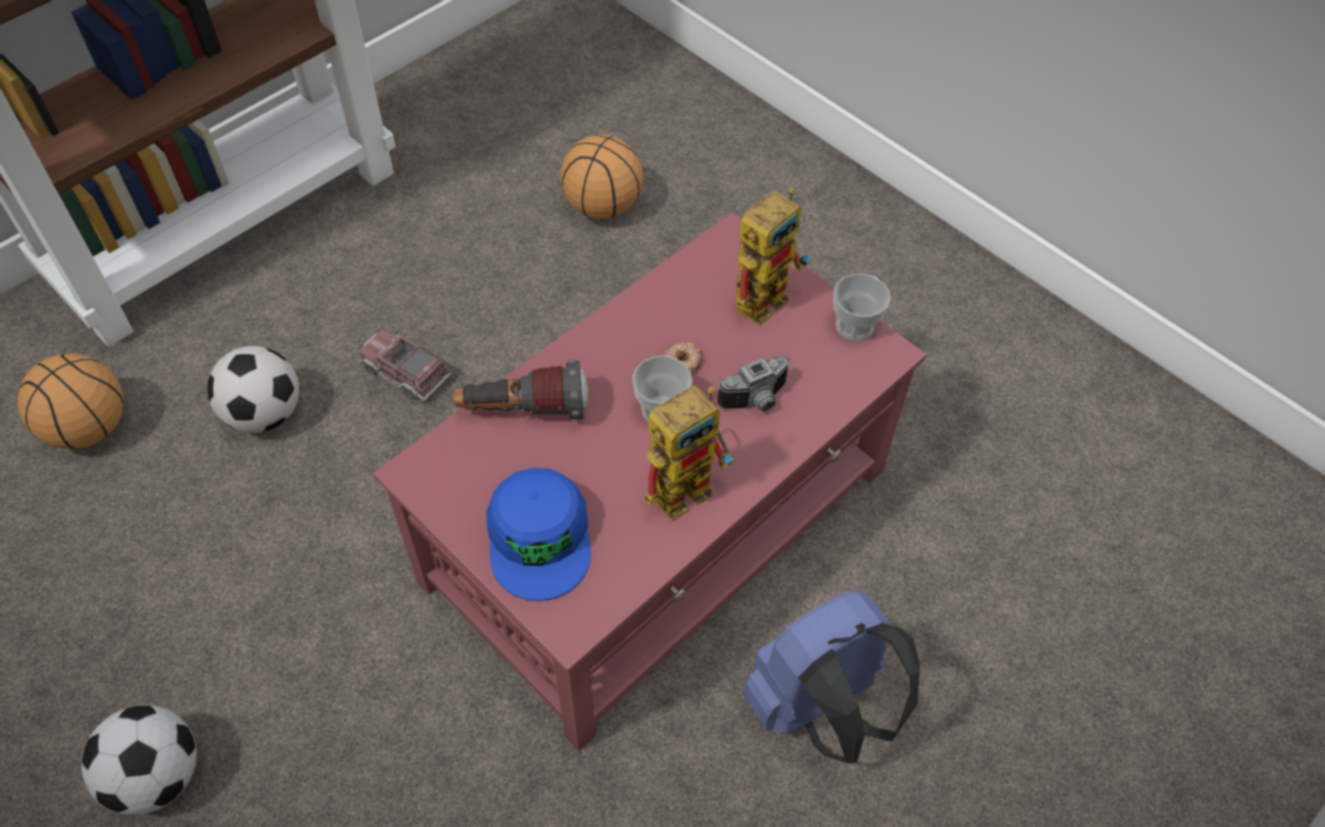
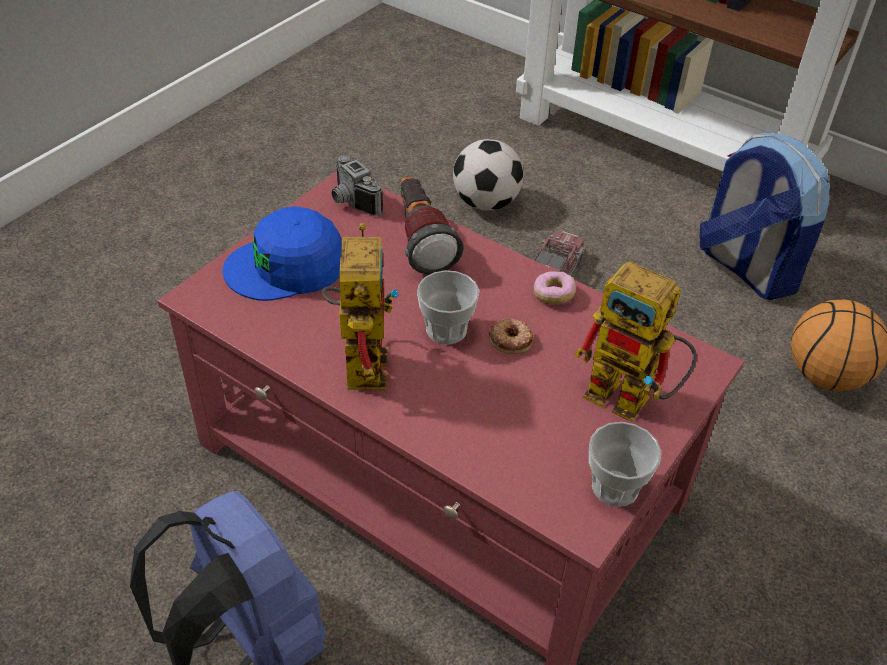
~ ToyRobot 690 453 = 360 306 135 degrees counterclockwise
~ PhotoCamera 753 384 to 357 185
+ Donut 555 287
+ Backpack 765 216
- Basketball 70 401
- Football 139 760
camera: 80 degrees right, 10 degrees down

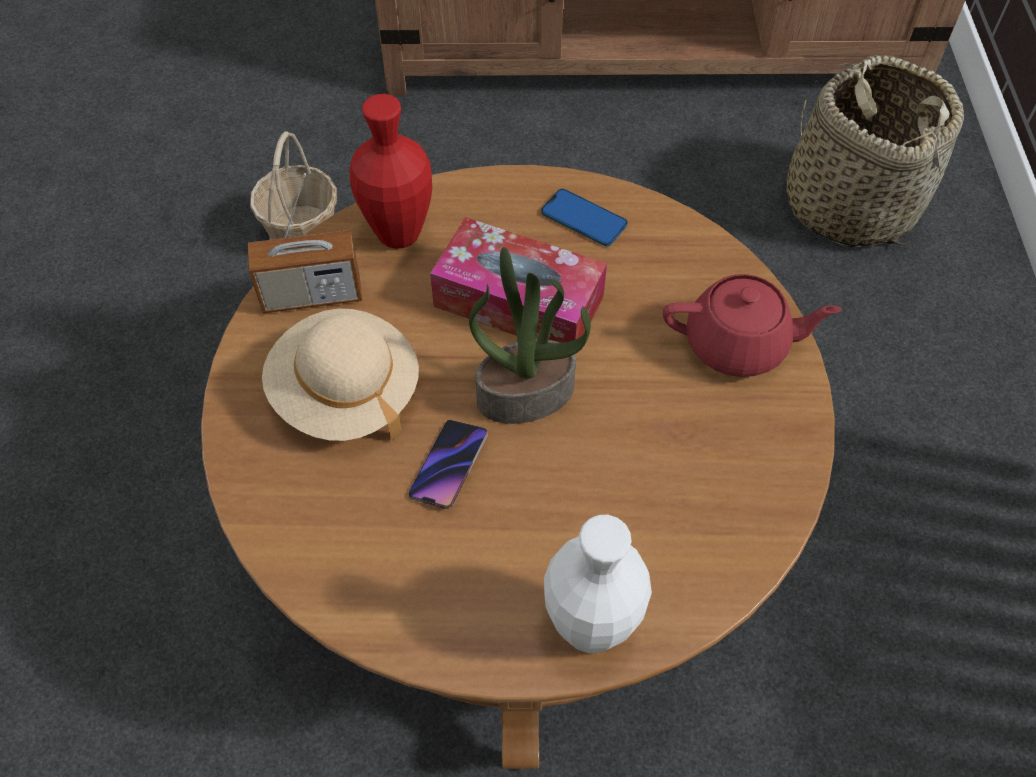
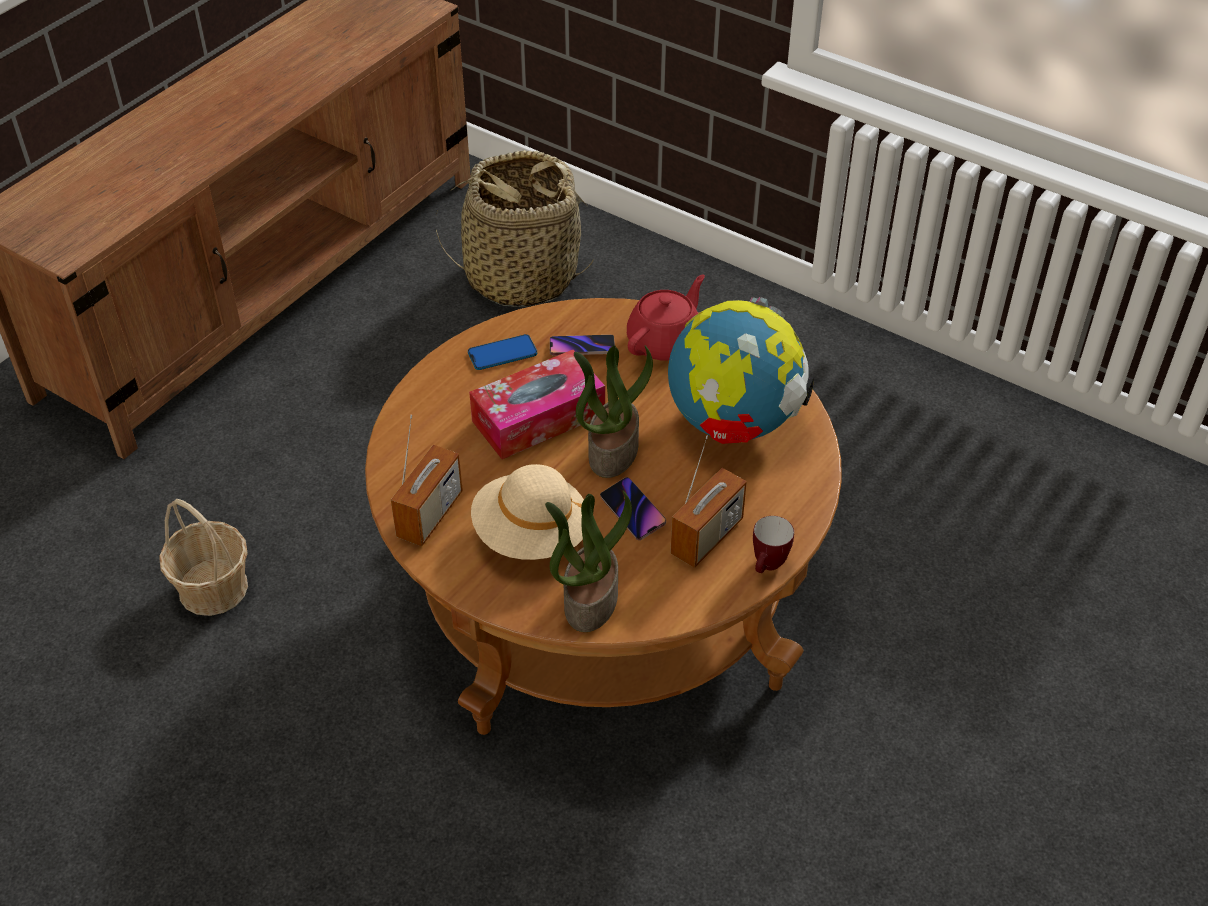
+ PottedPlant 588 561
+ Phone 582 345
+ Globe 741 370
+ Radio 708 501
+ Mug 773 544
- RedVase 391 171
- WhiteVase 598 584
camera: 55 degrees left, 10 degrees down

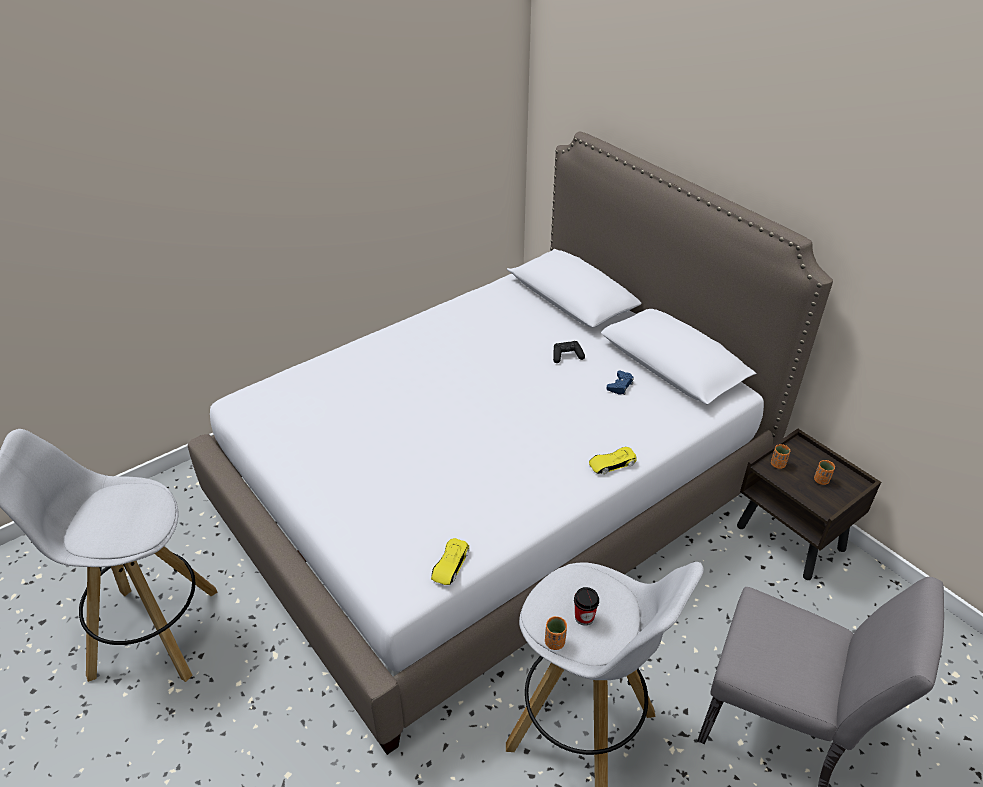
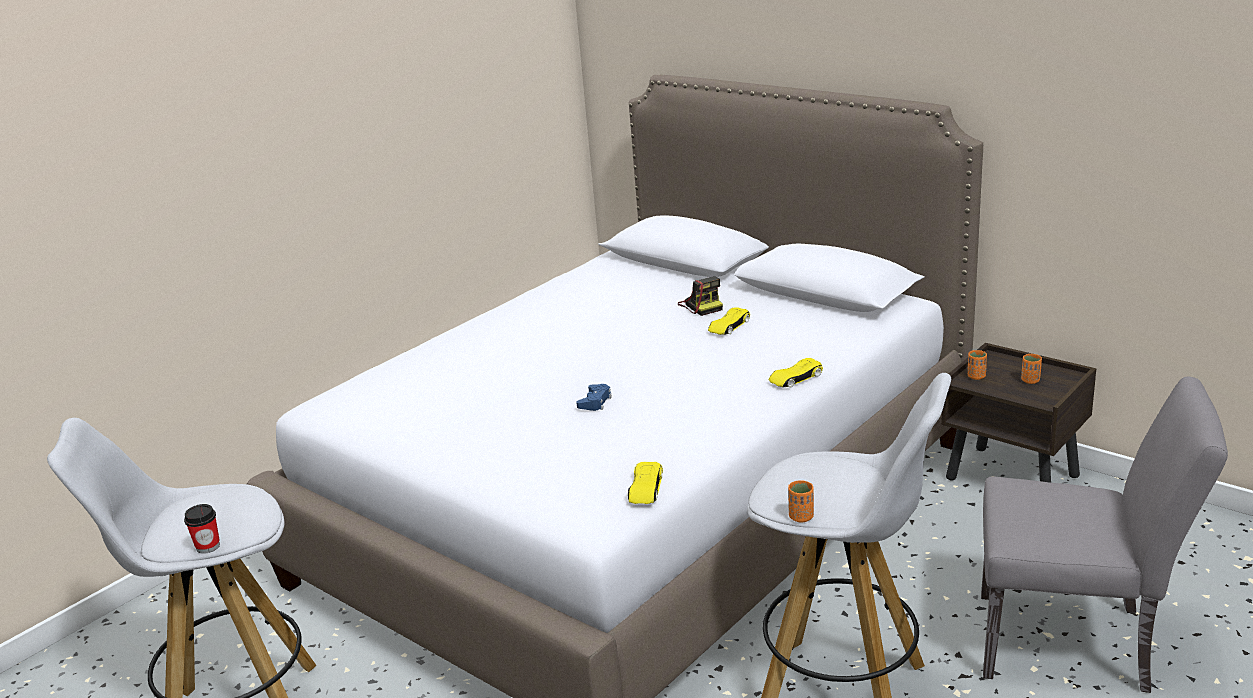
~ Cup 586 606 to 202 529
~ BlueGameController 620 383 to 594 397
~ BlackGameController 569 352 to PhotoCamera 700 296
+ YellowToyCar 729 321
camera: 10 degrees left, 15 degrees down

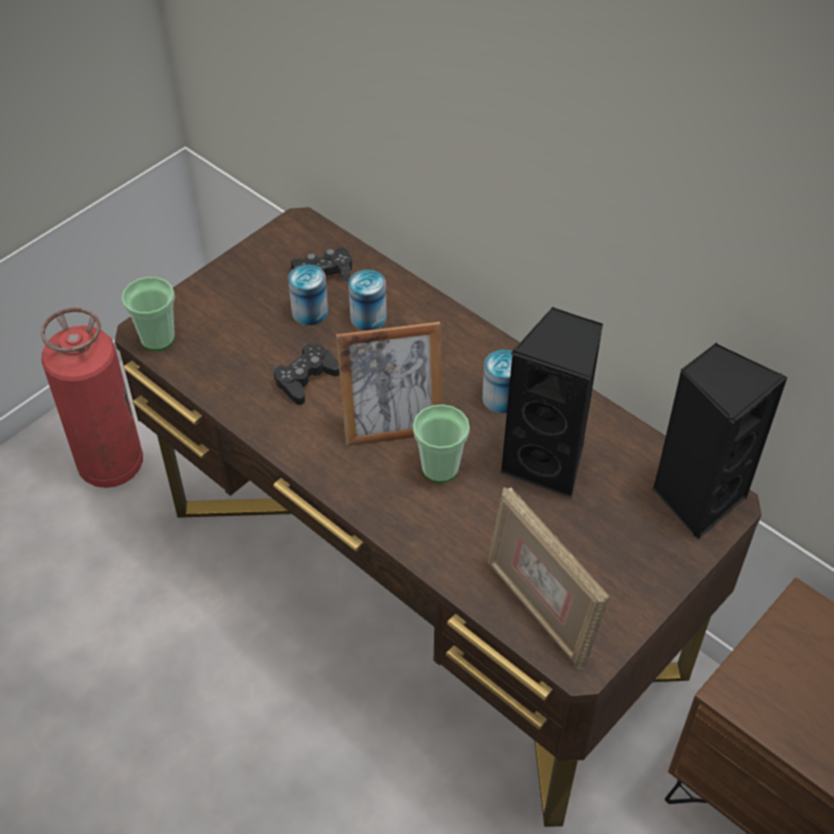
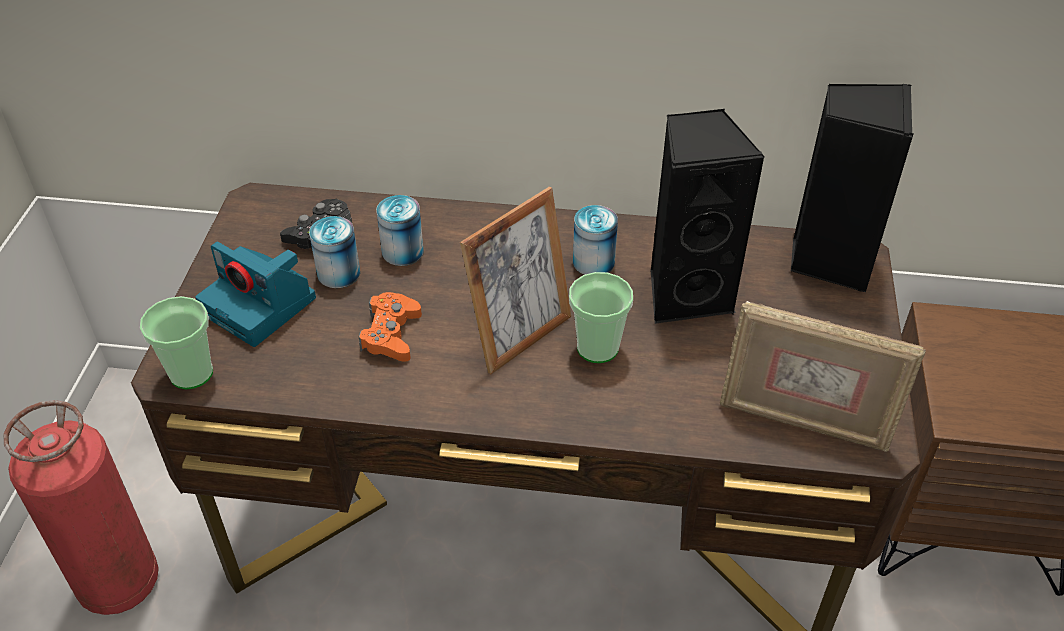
+ PhotoCamera 255 294
~ BlackGameController 306 374 to OrangeGameController 390 327
camera: 35 degrees left, 5 degrees down

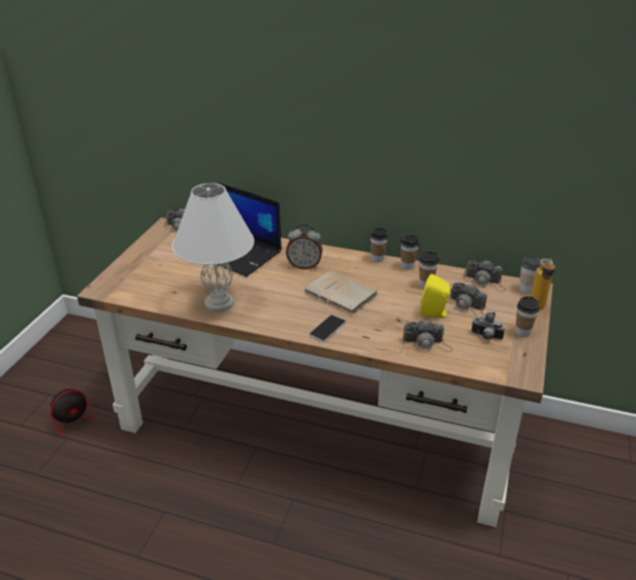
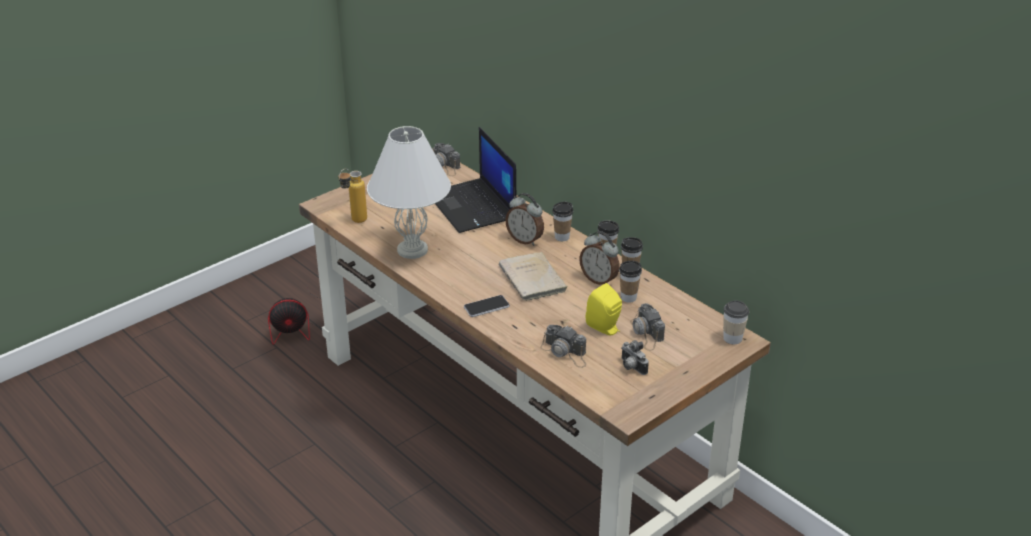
~ Bottle 543 284 to 352 195
~ Cup 527 316 to 562 221
+ AlarmClock 599 258
- PhotoCamera 484 276
camera: 30 degrees right, 0 degrees up

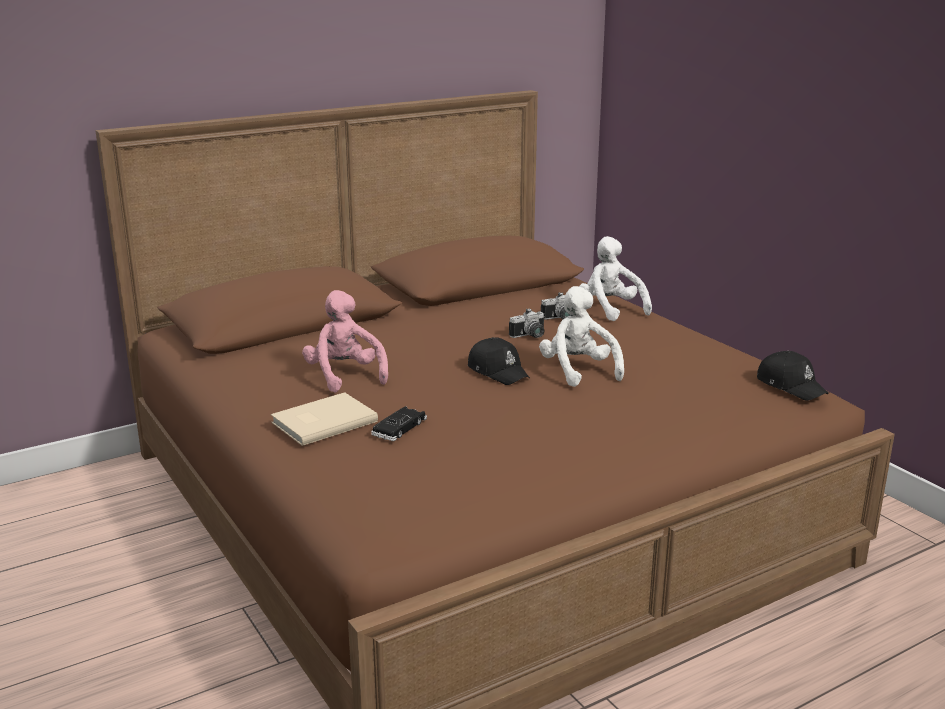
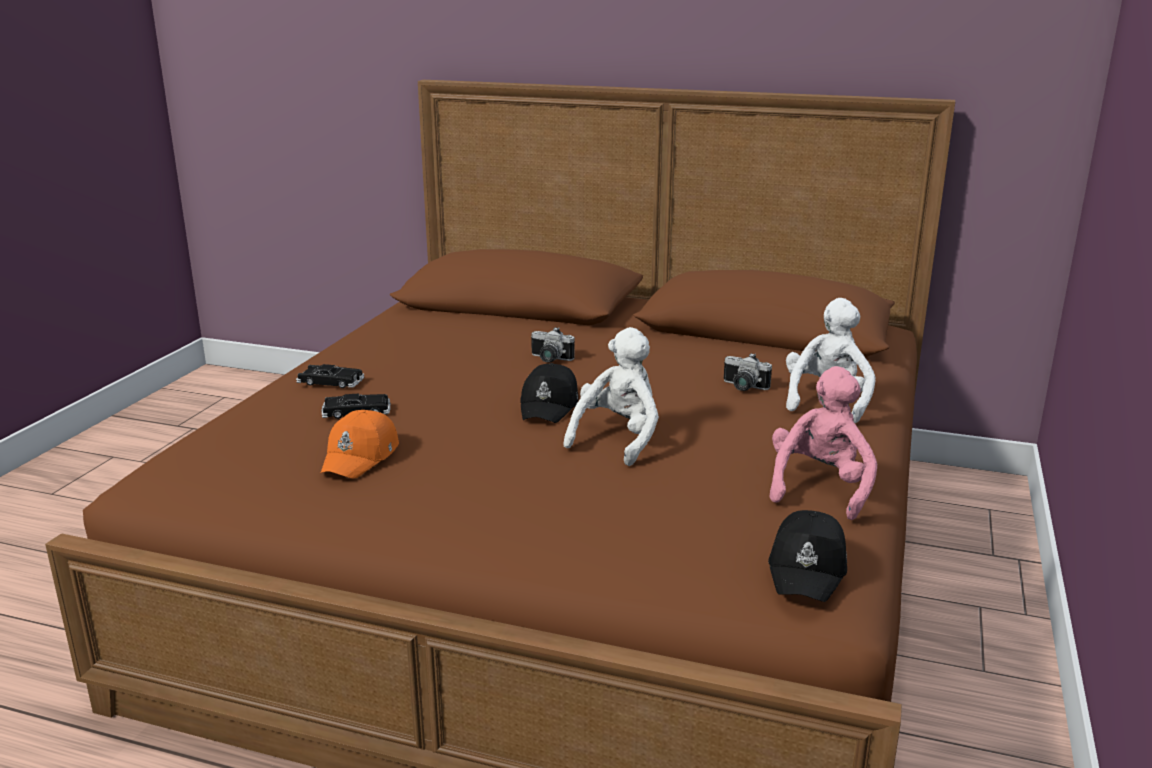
~ BeigeBook 324 419 to BlackToyCar 330 376
+ OrangeCap 360 444
~ PhotoCamera 527 323 to 553 345
~ PinkPlushToy 345 341 to 823 443
camera: 50 degrees right, 0 degrees up

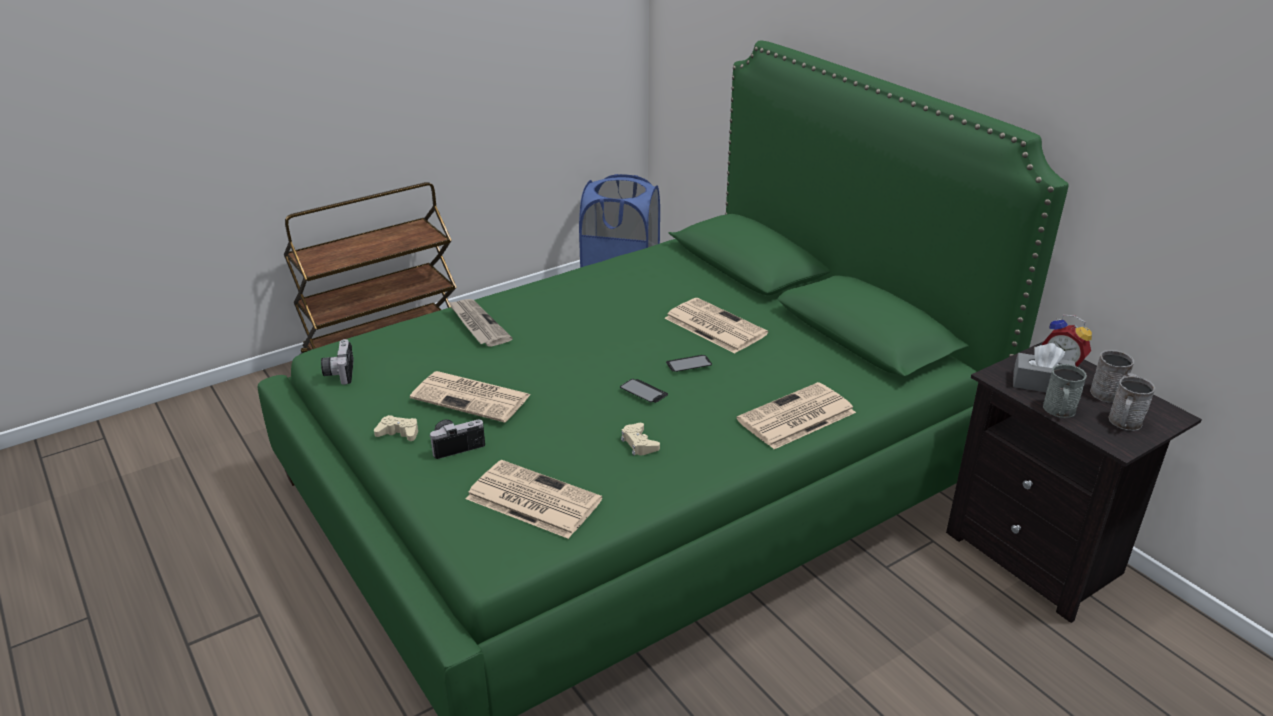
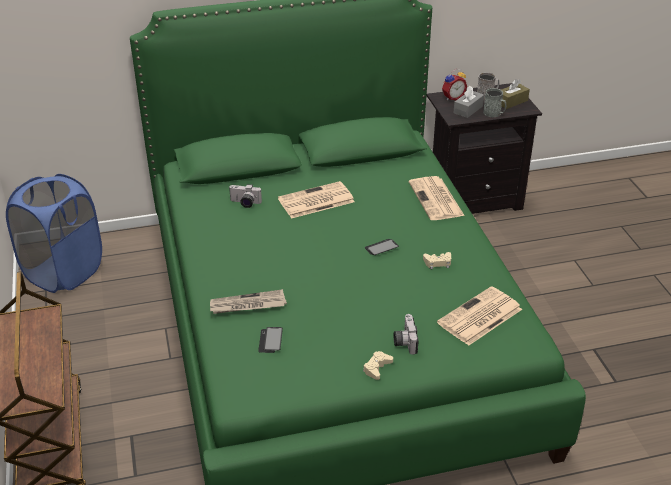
~ PhotoCamera 337 362 to 245 196
~ Phone 689 363 to 270 340
~ GreyMug 1131 403 to BrownTissueBox 515 94
- Newspaper 470 397
camera: 70 degrees left, 5 degrees up

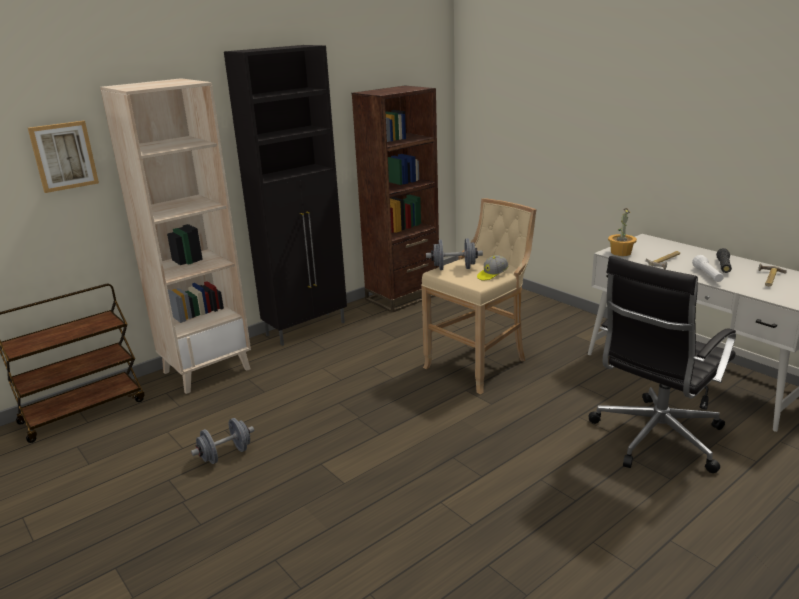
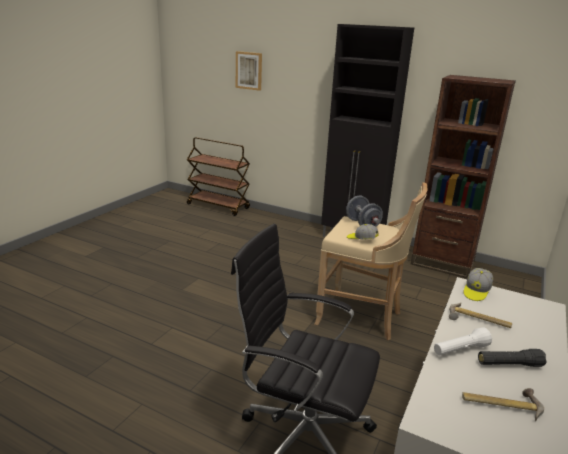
~ PottedPlant 622 232 to Cap 478 284
- BeigeBookcase 175 236
- GreyDumbbell 222 441
camera: 65 degrees right, 0 degrees up

